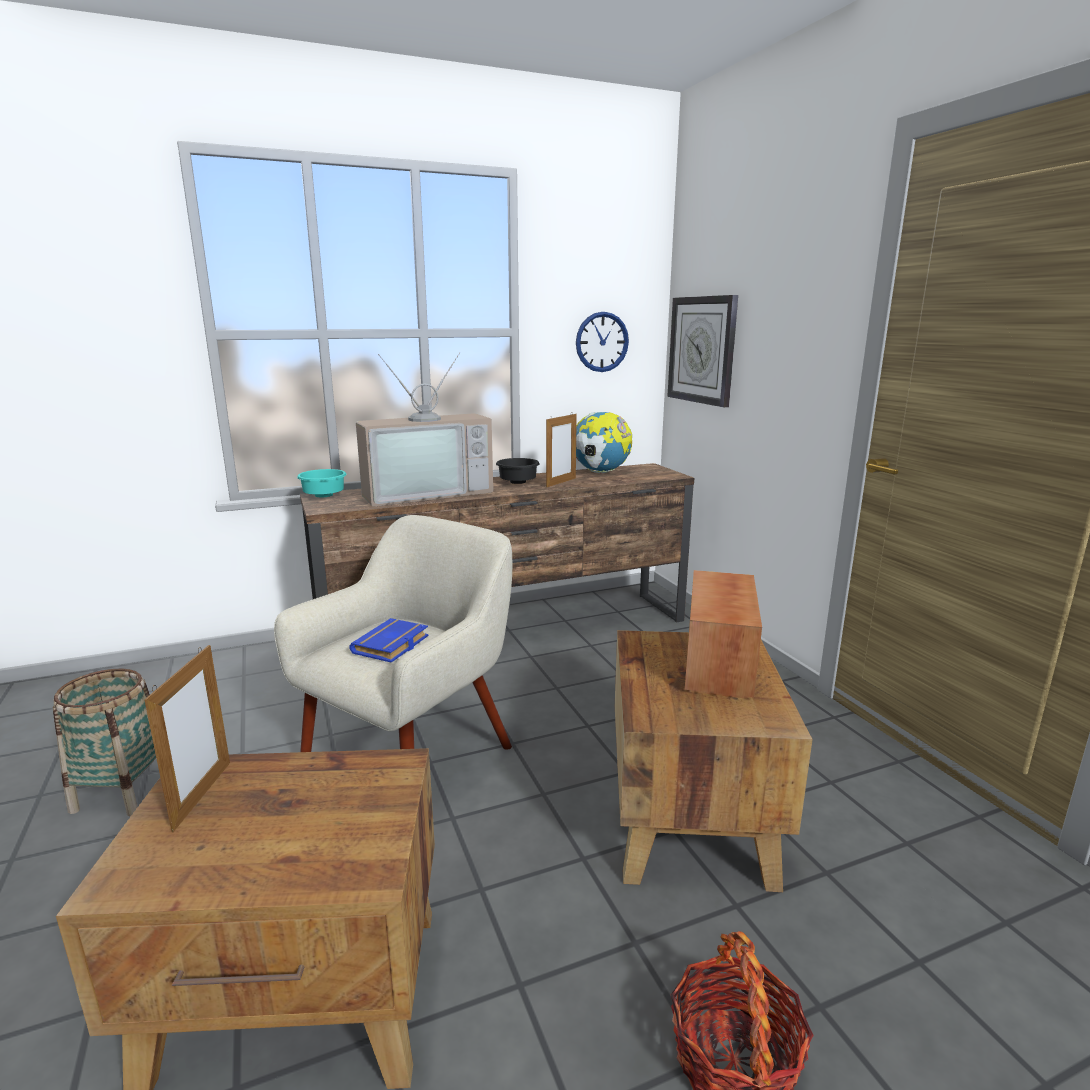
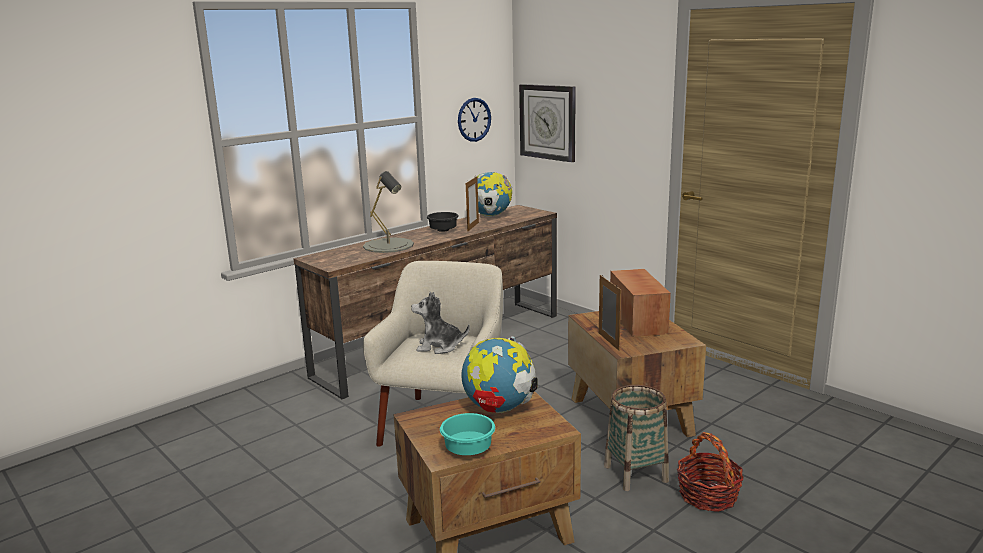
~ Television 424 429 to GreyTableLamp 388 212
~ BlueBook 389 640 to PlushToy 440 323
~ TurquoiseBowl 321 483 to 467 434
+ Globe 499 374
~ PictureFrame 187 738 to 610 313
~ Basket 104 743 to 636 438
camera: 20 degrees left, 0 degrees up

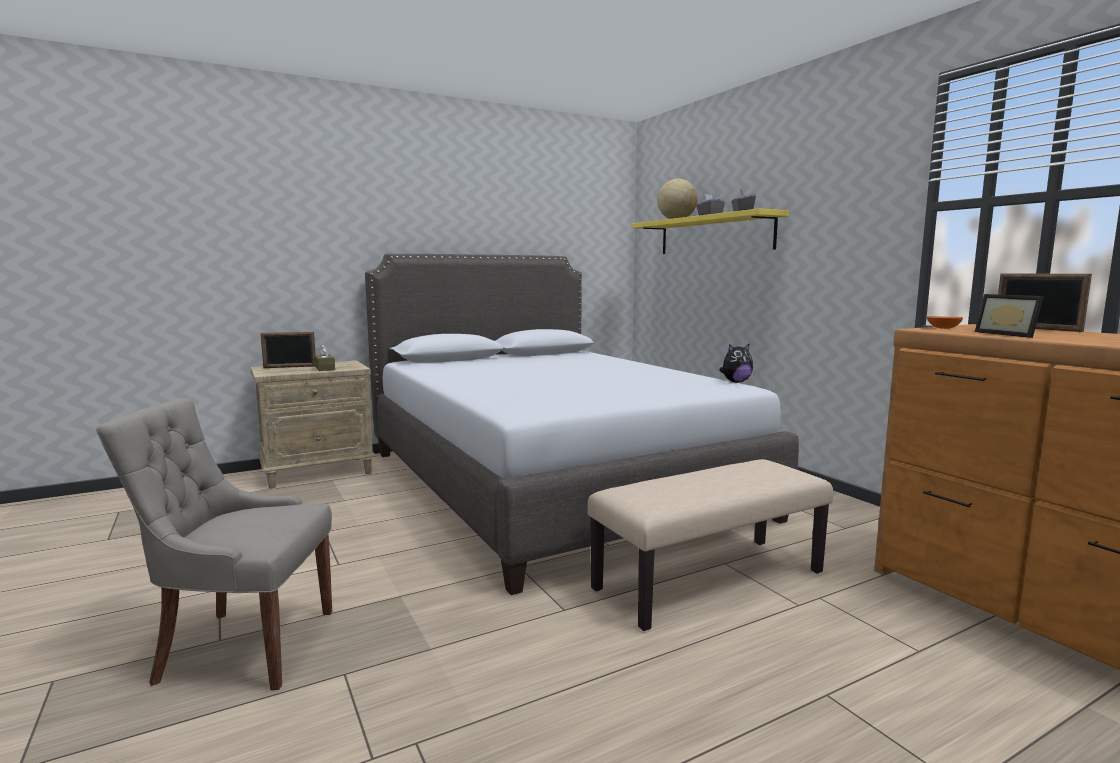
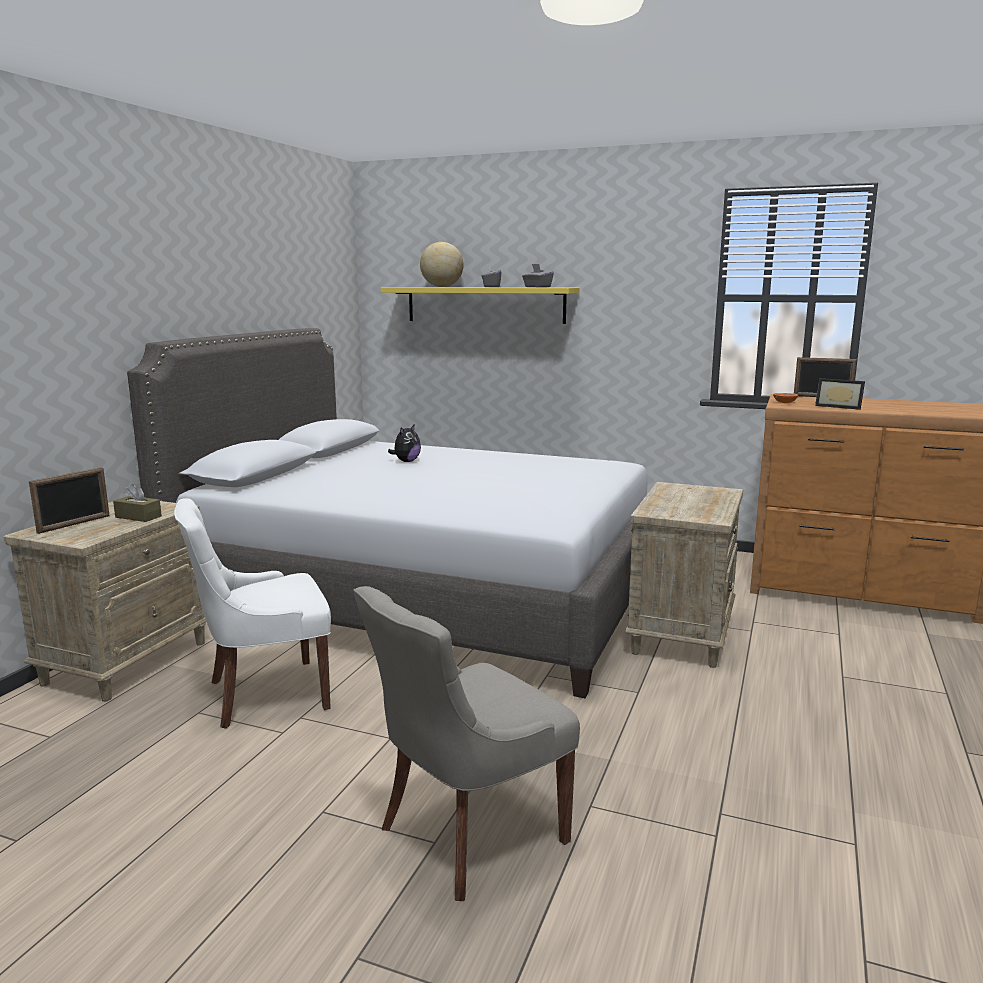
+ WhiteChair 252 613
~ PlushToy 736 363 to 404 443
~ BeigeBench 710 545 to BeigeNightstand 684 575
camera: 40 degrees left, 5 degrees up

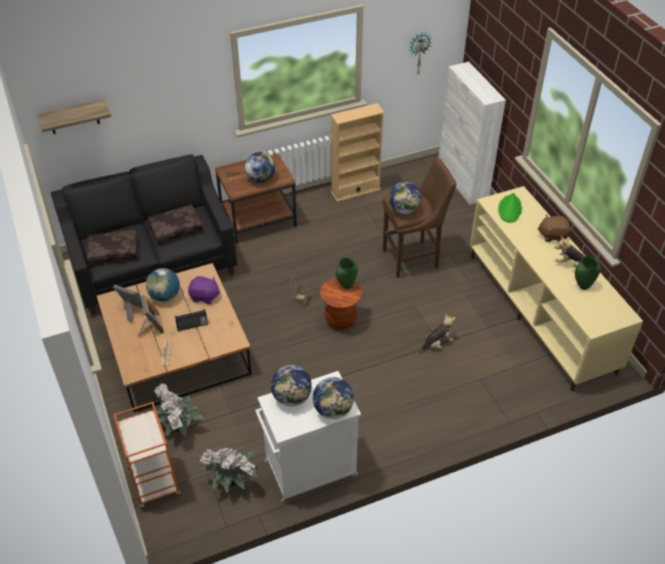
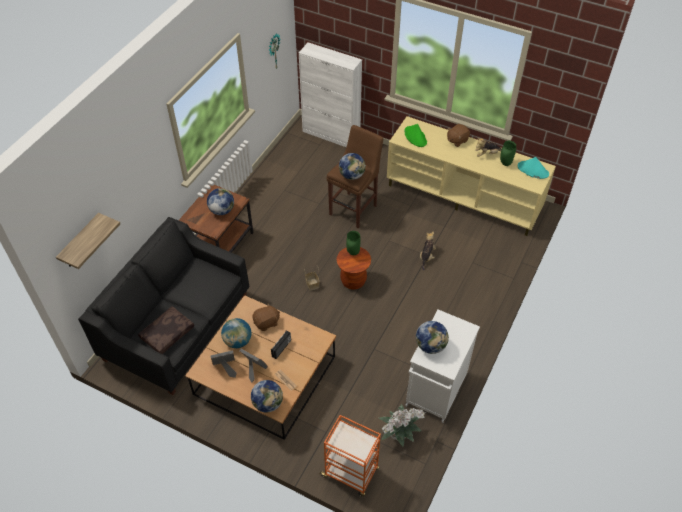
~ Globe 333 398 to 267 396
~ PurplePlushToy 204 290 to BrownPlushToy 266 317
+ TurquoiseHat 533 168
- BrownPillow 175 224
- PottedPlant 179 410
- BeigeBookcase 358 152
camera: 40 degrees left, 5 degrees up

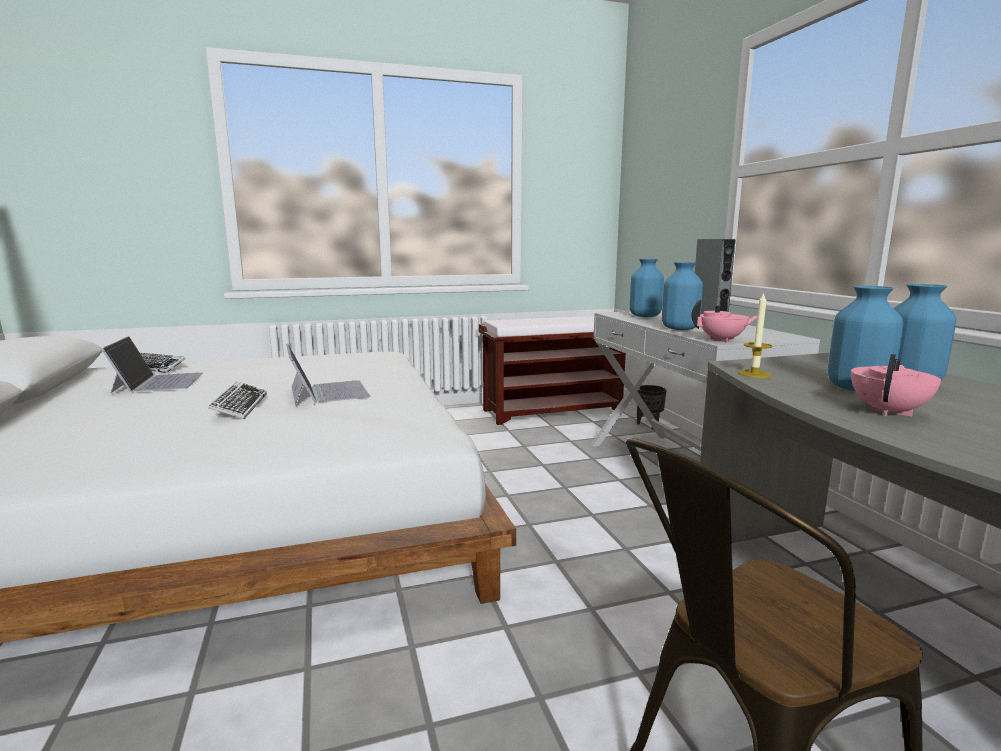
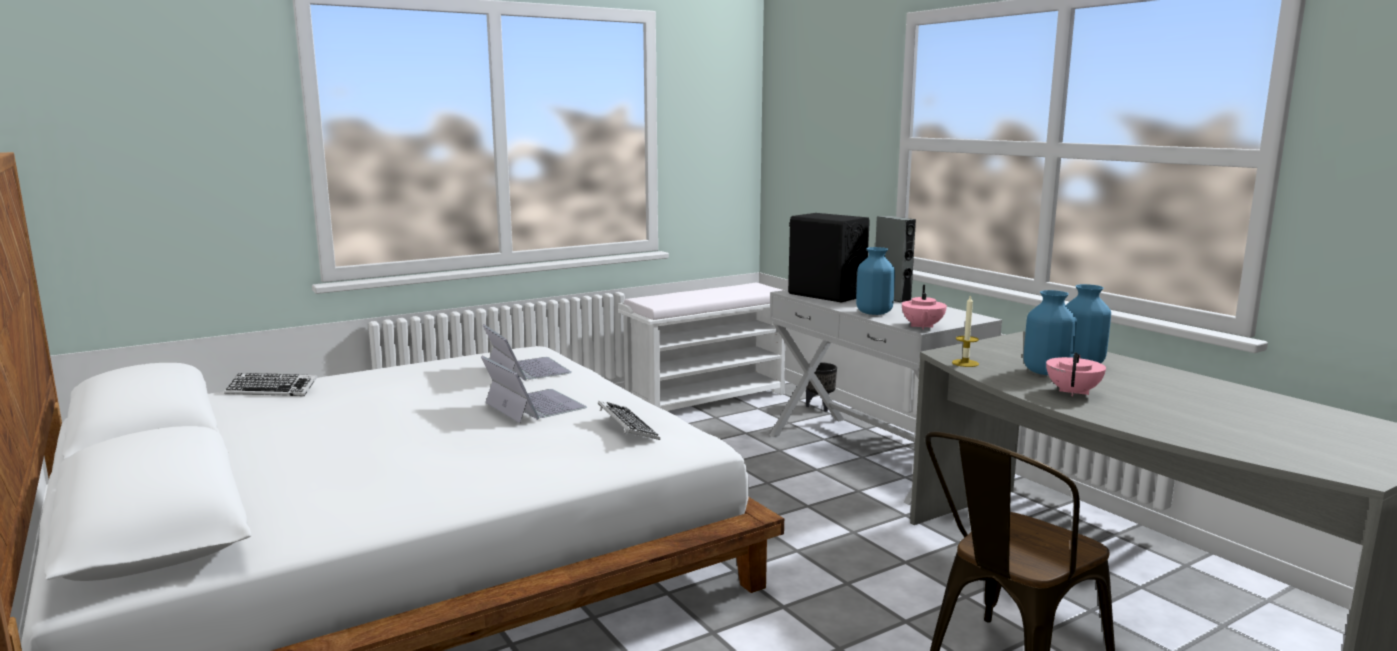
~ Laptop 152 364 to 527 352
~ Keyboard 237 400 to 629 420
~ BrownBench 552 370 to WhiteBench 701 347
~ BlueVase 647 288 to BlackSpeaker 829 258
~ PinkTeapot 724 321 = 924 307 120 degrees clockwise
camera: 15 degrees left, 0 degrees up

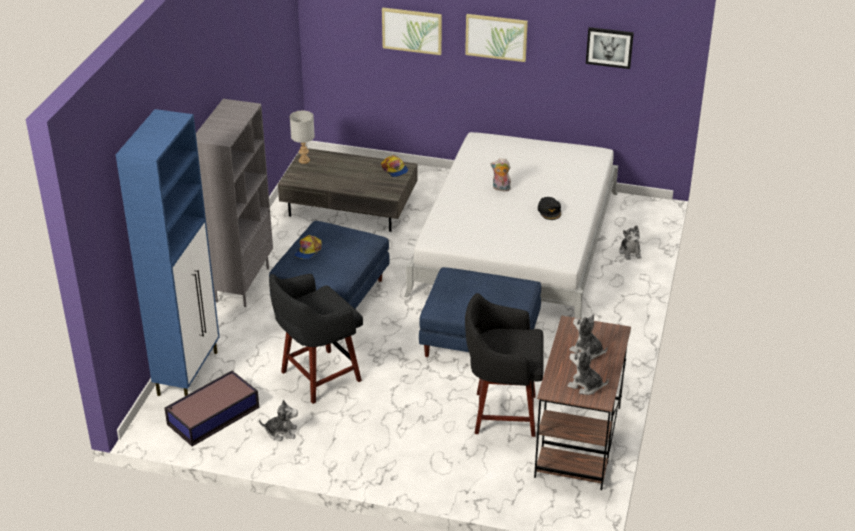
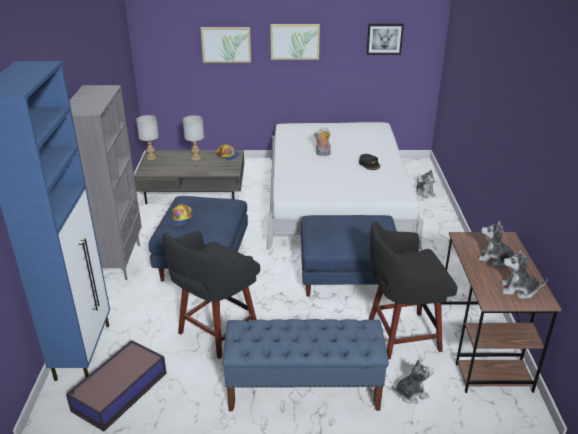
+ GreyTableLamp 193 138
+ BlueBench 305 365
~ PlushToy 278 420 to 412 381
camera: 15 degrees left, 5 degrees down

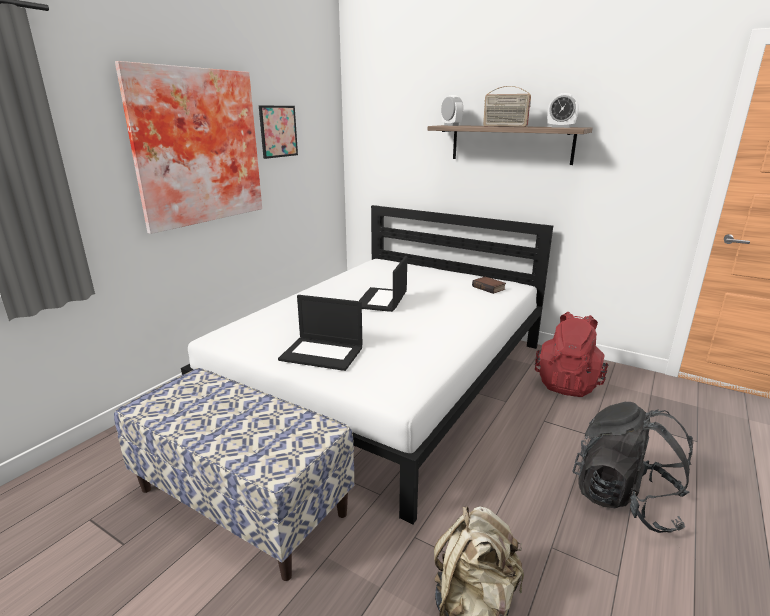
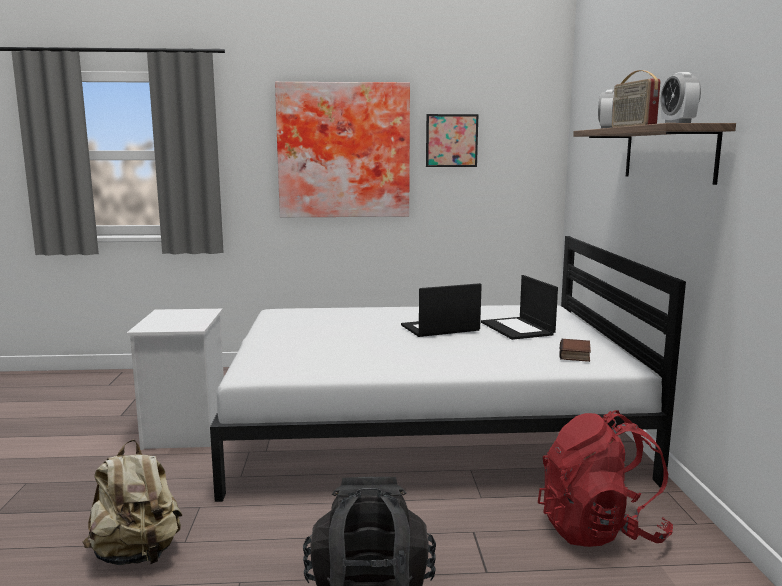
~ Bench 234 474 to WhiteNightstand 175 379
~ Laptop 320 333 to 519 307
camera: 55 degrees right, 10 degrees down

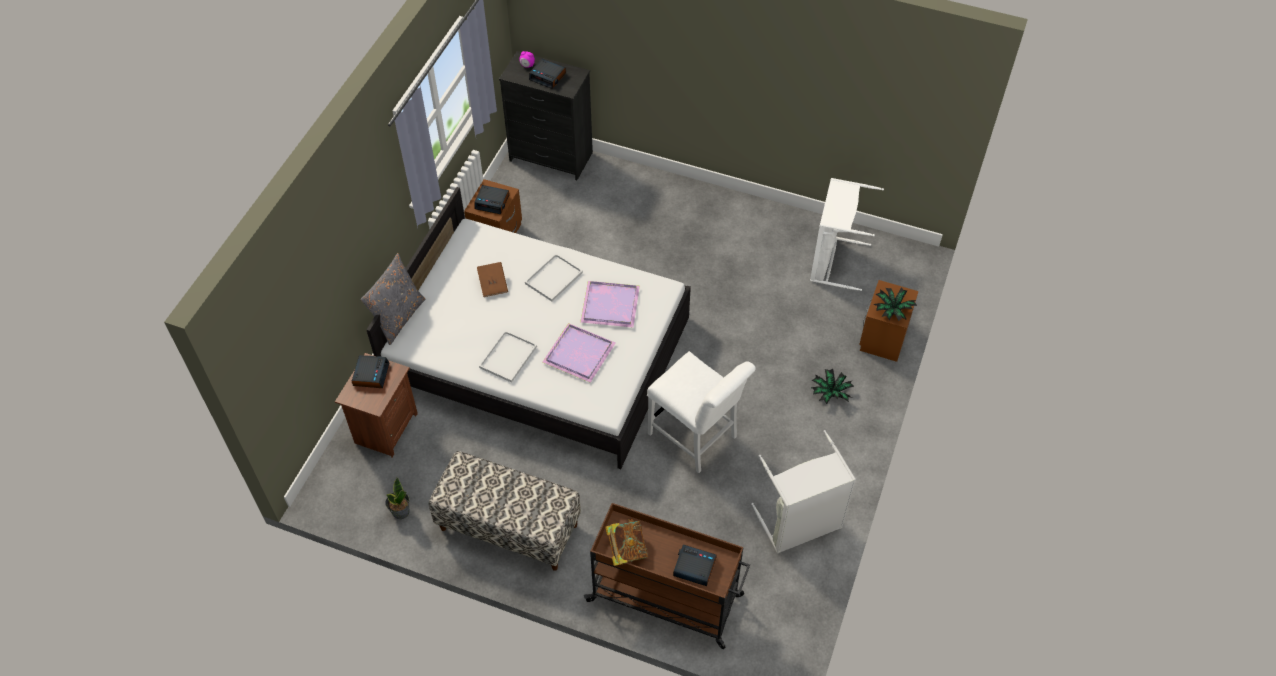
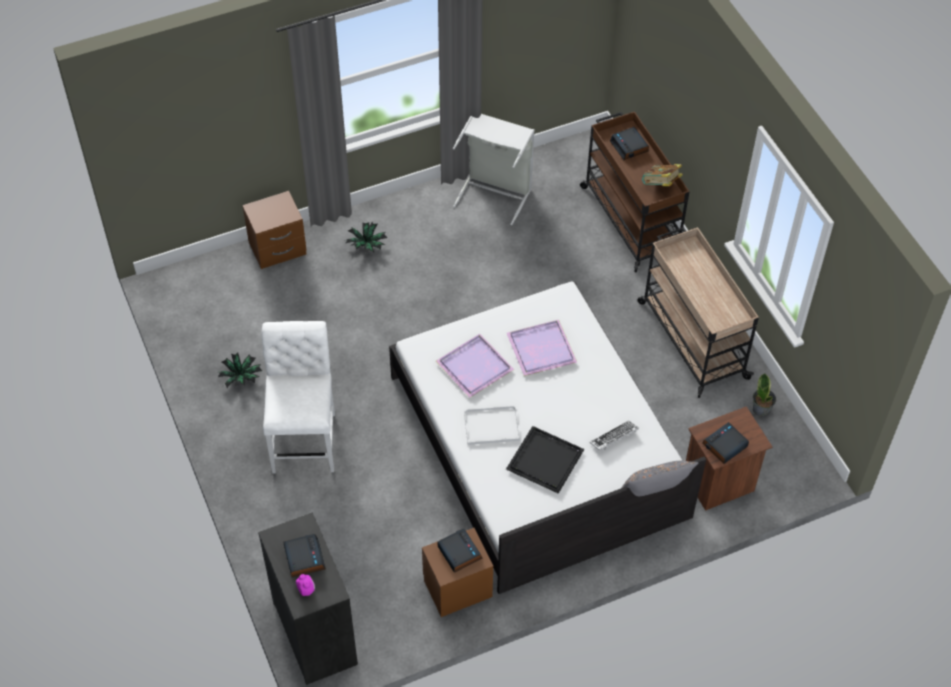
~ PottedPlant 895 304 to 240 370
~ WhiteChair 701 412 to 298 397
~ BrownBook 492 279 to BlackTray 545 460
+ Keyboard 614 435
~ Bench 505 511 to BeigeCart 698 312
- WhiteTray 508 357
- WhiteLaundryBasket 847 234
camera: 135 degrees left, 0 degrees up

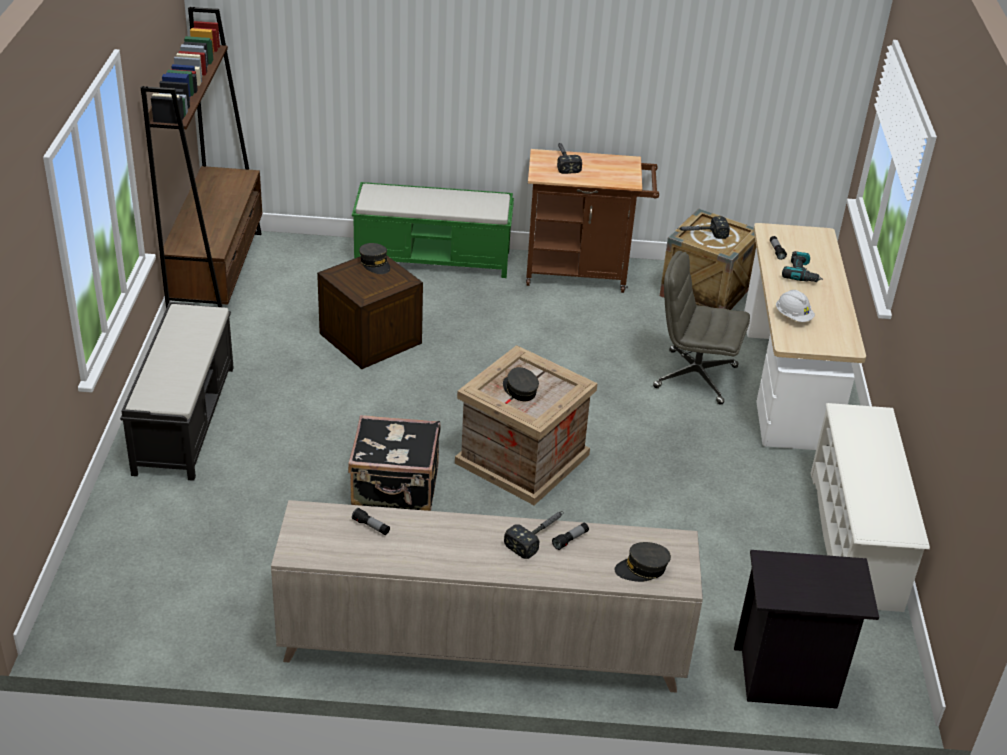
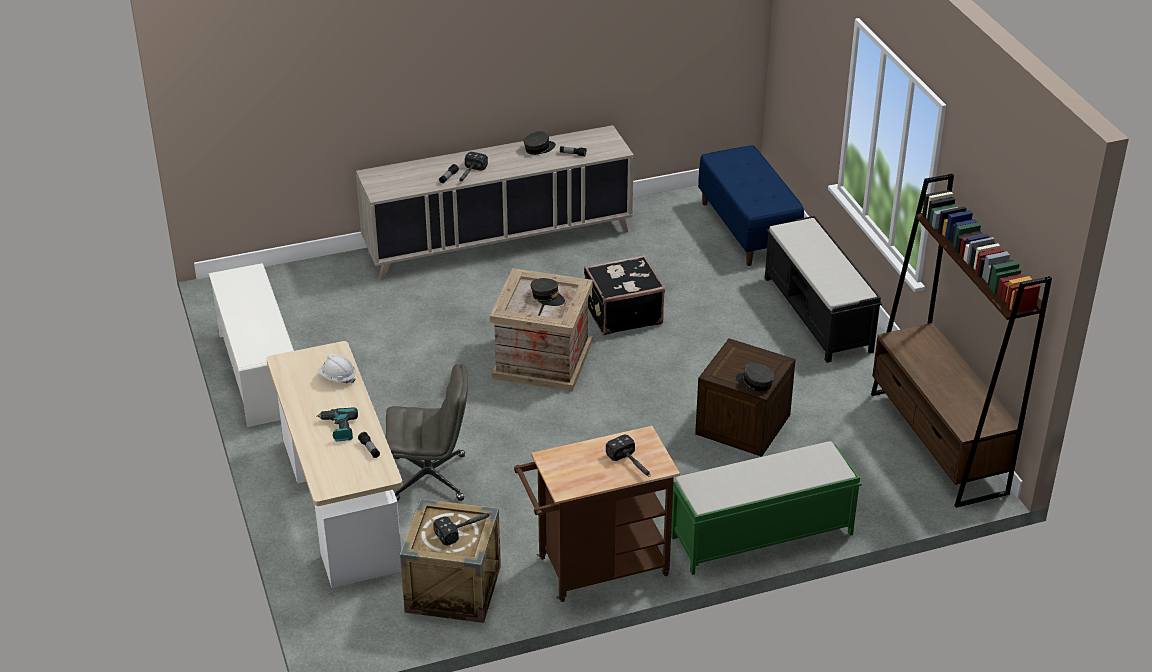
~ GreyCap 642 562 to 539 143
+ BlueBench 751 205
- BlackNightstand 806 629
camera: 160 degrees right, 0 degrees up

